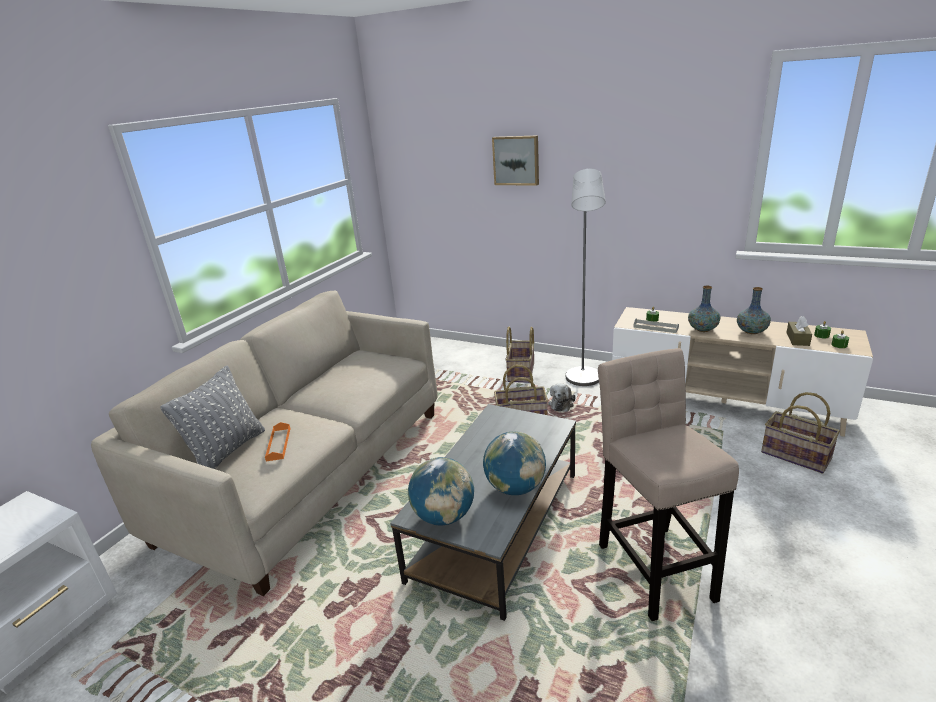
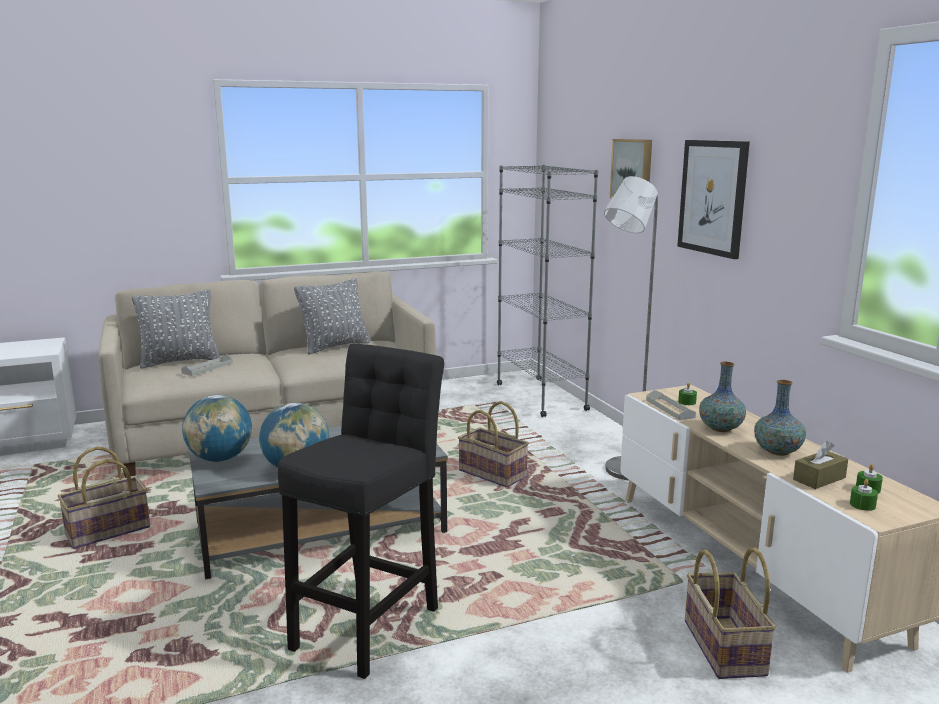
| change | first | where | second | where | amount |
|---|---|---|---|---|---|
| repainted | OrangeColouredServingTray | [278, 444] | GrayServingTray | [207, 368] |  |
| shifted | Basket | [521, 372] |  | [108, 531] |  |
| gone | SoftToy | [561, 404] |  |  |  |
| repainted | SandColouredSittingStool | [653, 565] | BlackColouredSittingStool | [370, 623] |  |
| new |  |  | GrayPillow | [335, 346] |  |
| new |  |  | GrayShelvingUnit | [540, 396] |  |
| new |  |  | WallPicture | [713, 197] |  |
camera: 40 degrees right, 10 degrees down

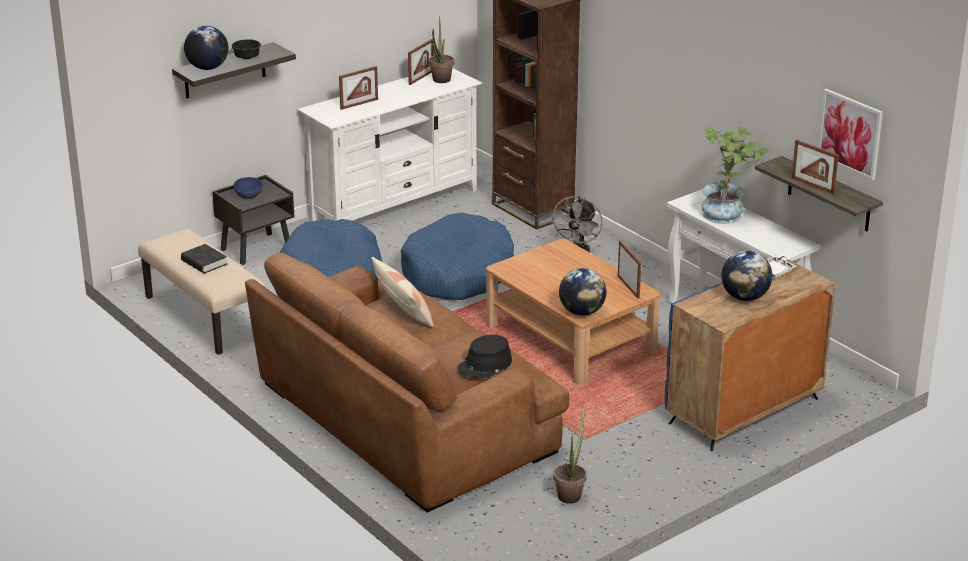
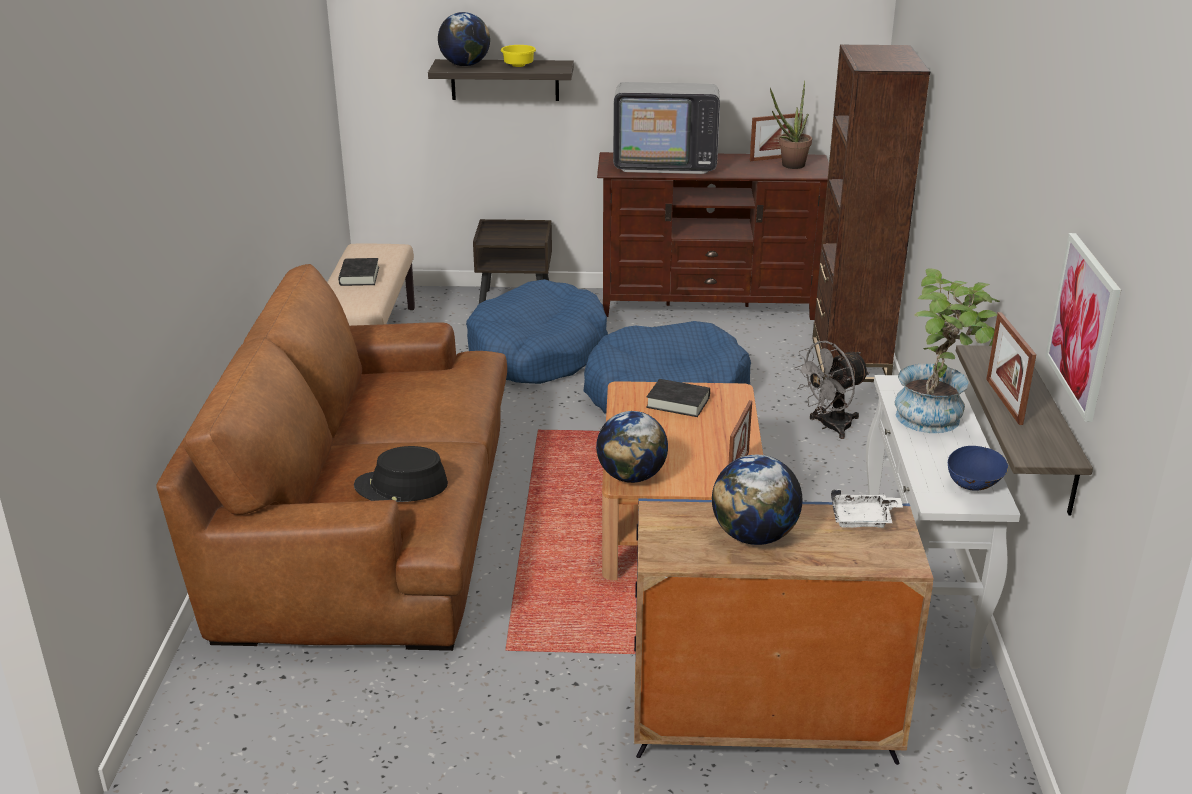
| change | first | where | second | where | amount |
|---|---|---|---|---|---|
| repainted | BlackColouredDeepDish | [247, 58] | YellowColouredDeepDish | [518, 66] |  |
| shifted | BluishDeepDish | [249, 196] |  | [974, 484] |  |
| repainted | WhiteTvStand | [394, 205] | BrownTvStand | [708, 305] |  |
| swapped | PictureFrame | [359, 104] | TvSet | [665, 163] |  |
| gone | Pillow | [402, 310] |  |  |  |
| gone | Houseplant | [571, 493] |  |  |  |
| new |  |  | BlackColouredBoundBook | [678, 402] |  |
camera: 40 degrees right, 0 degrees up

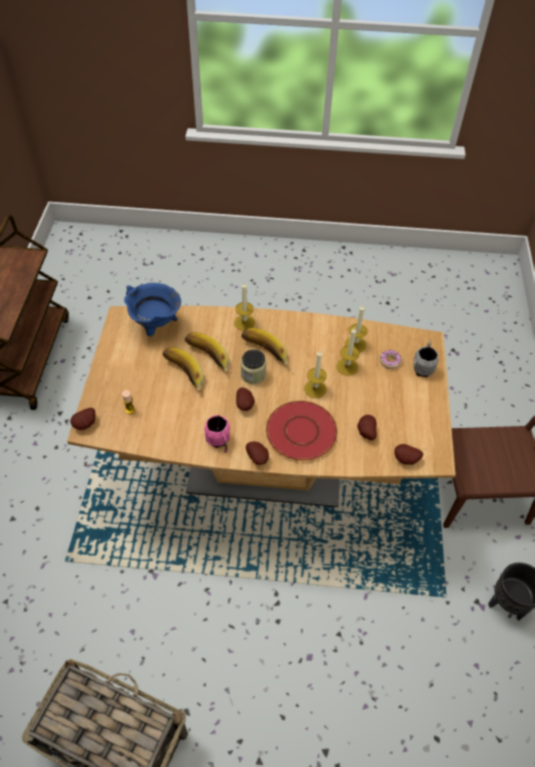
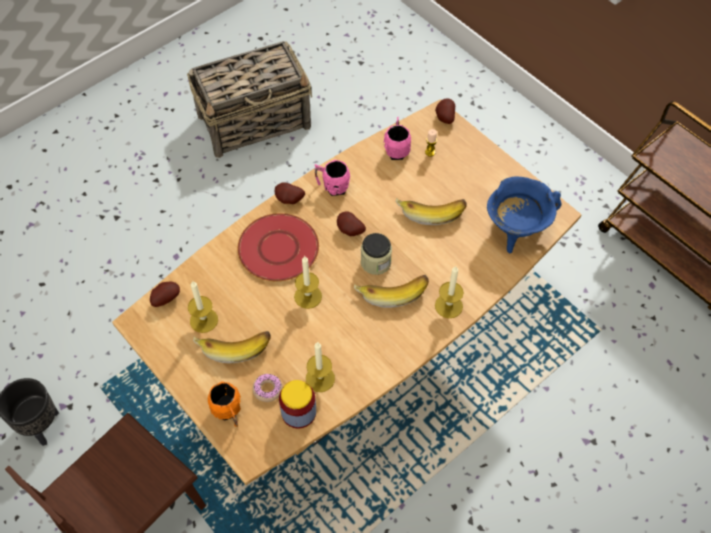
| change | first | where | second | where | amount |
|---|---|---|---|---|---|
| shifted | WholeBanana | [206, 358] |  | [234, 345] |  |
| shifted | WaxCandle | [347, 366] |  | [204, 320] |  |
| gone | WholePotato | [365, 432] |  |  |  |
| repainted | GrayCoffeeMug | [423, 367] | OrangeColouredCoffeeMug | [228, 412] |  |
| new |  |  | StorageJar | [298, 412] |  |
| new |  |  | PinkColouredCoffeeMug | [397, 149] |  |
camera: 135 degrees right, 5 degrees up

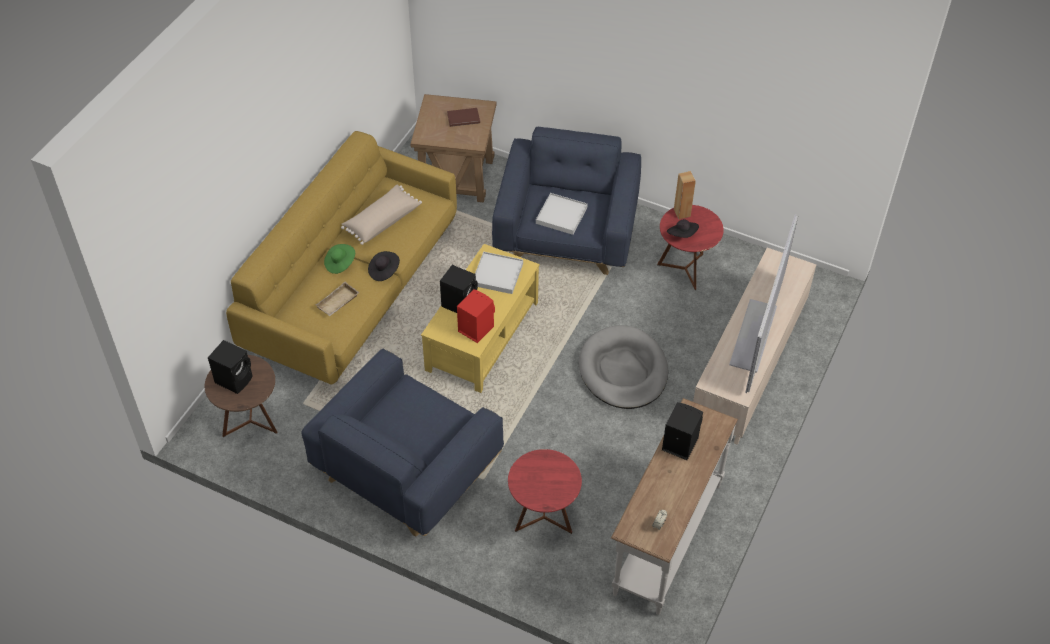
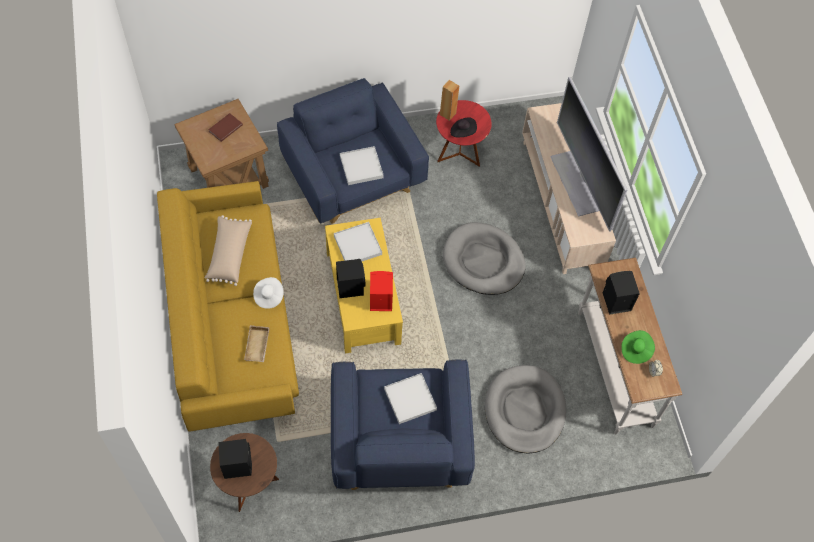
| change | first | where | second | where | amount |
|---|---|---|---|---|---|
| shifted | GreenWearableHat | [340, 264] |  | [635, 350] |  |
| repainted | BlackColouredWearableHat | [384, 271] | WhiteWearableHat | [268, 296] |  |
| swapped | RedColouredAccentTable | [543, 518] | GrayDogBed | [524, 410] |  |
| new |  |  | WhiteServingTray | [410, 399] |  |
camera: 40 degrees left, 10 degrees up

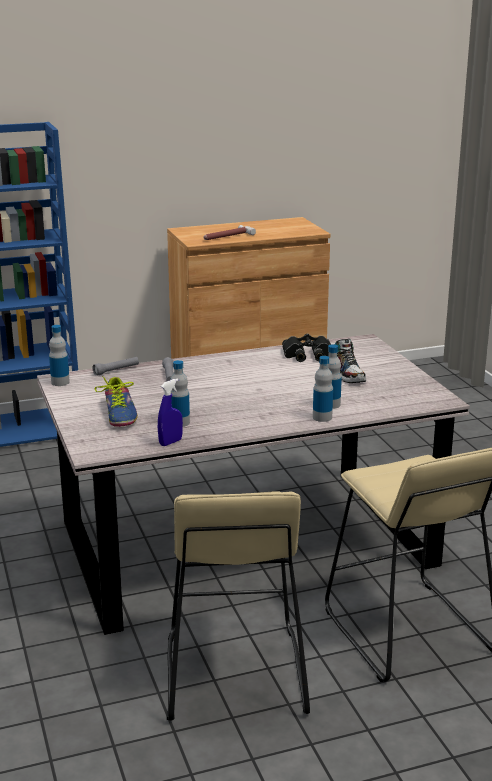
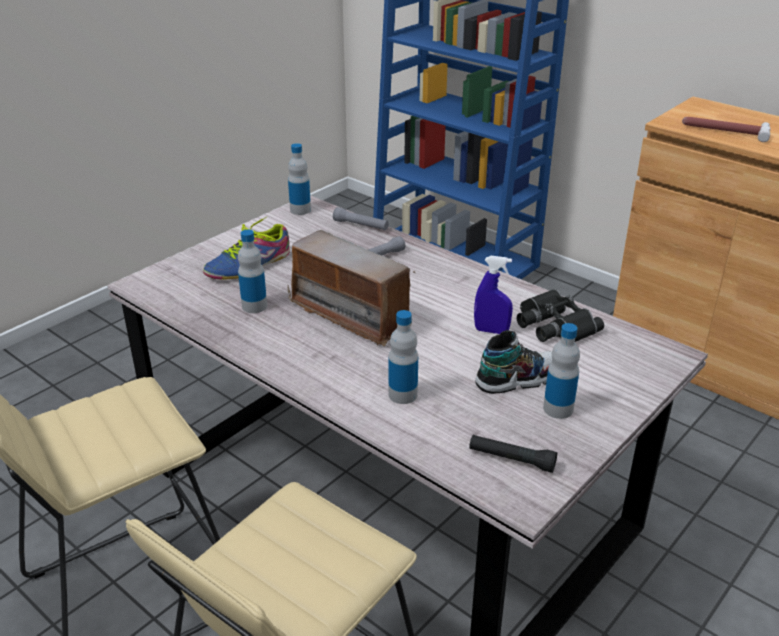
| change | first | where | second | where | amount |
|---|---|---|---|---|---|
| shifted | BluishHandSprayer | [170, 442] |  | [491, 331] |  |
| shifted | Bottle | [322, 417] |  | [558, 409] |  |
| rotated | ItemOfFootwear | [348, 375] |  | [518, 379] | 150 degrees counterclockwise |
| new |  |  | RadioReceiver | [351, 314] |  |
| new |  |  | BlackColouredHandTorch | [511, 459] |  |
camera: 60 degrees right, 10 degrees up

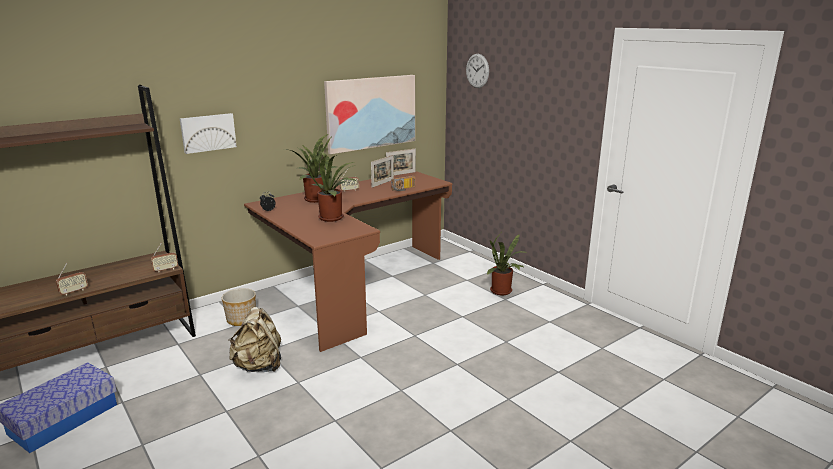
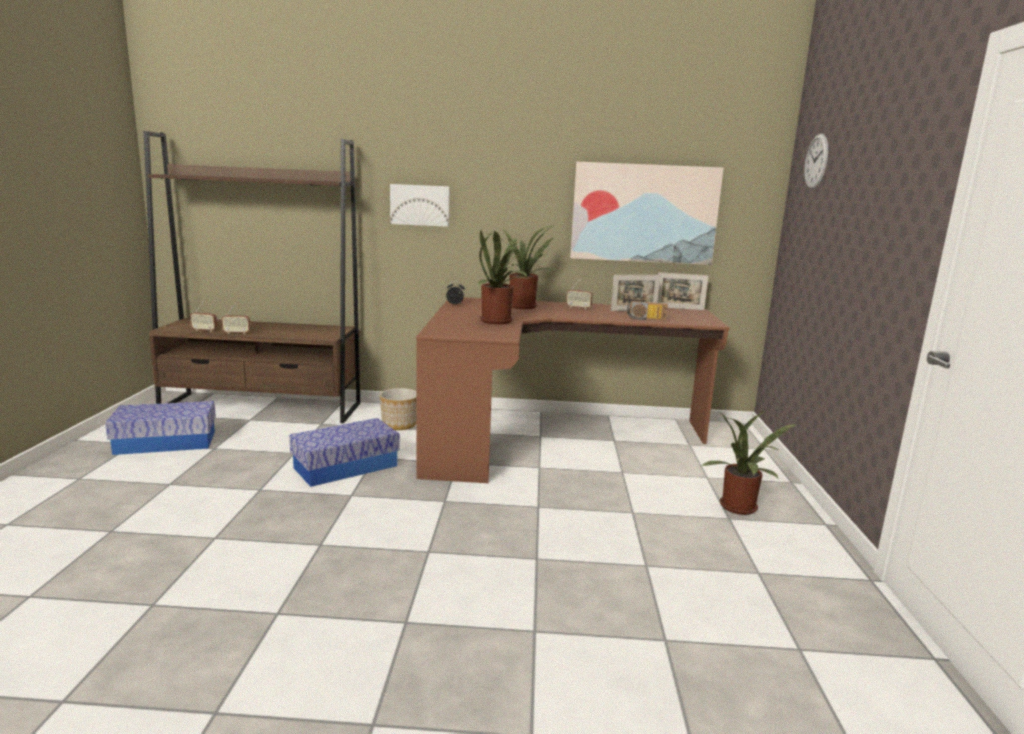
| change | first | where | second | where | amount |
|---|---|---|---|---|---|
| shifted | RadioReceiver | [165, 270] |  | [204, 330] |  |
| swapped | SandColouredKnapsack | [259, 366] | StorageBin | [345, 467] |  |
camera: 40 degrees right, 5 degrees down

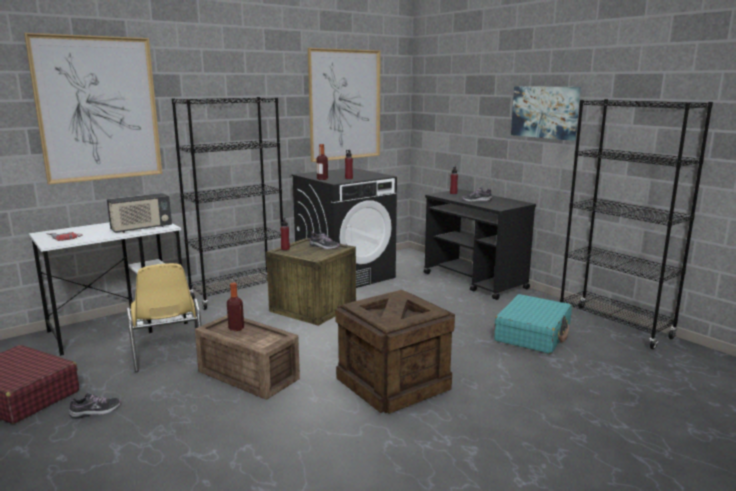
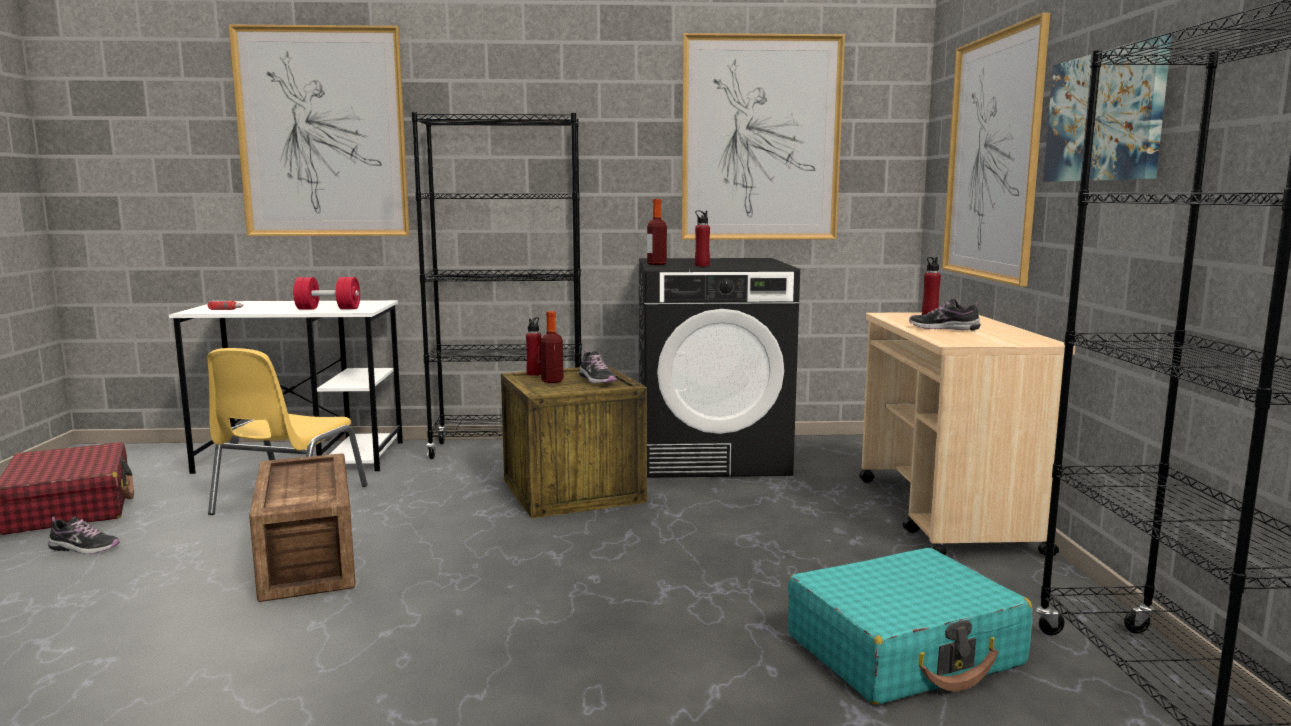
| change | first | where | second | where | amount |
|---|---|---|---|---|---|
| swapped | RadioReceiver | [141, 228] | RedColouredHandWeight | [328, 309] |  |
| shifted | Bottle | [236, 328] |  | [552, 381] |  |
| gone | Crate | [393, 384] |  |  |  |
| repainted | BlackColouredWheeledCart | [475, 281] | SandColouredWheeledCart | [946, 515] |  |
| new |  |  | WallPicture | [992, 158] |  |
camera: 35 degrees right, 5 degrees down

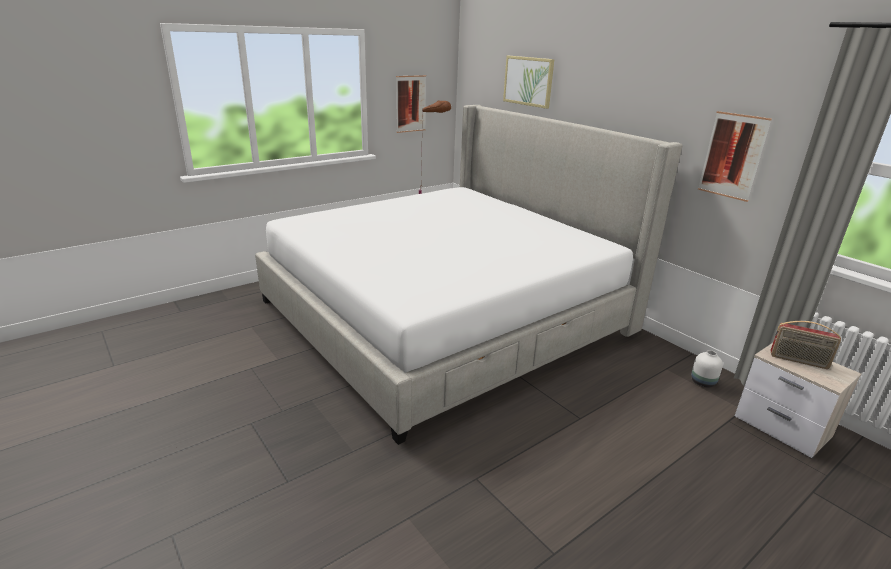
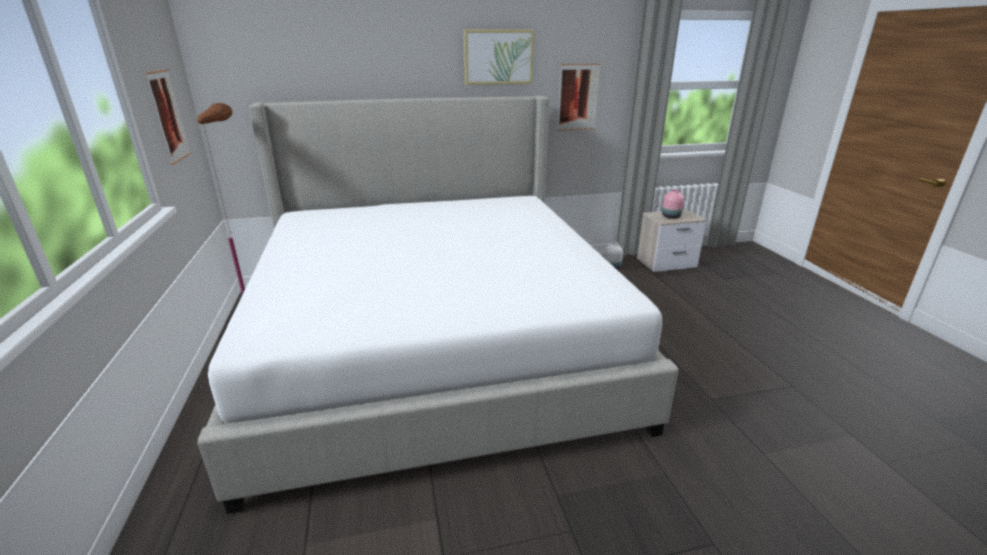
| change | first | where | second | where | amount |
|---|---|---|---|---|---|
| shifted | WallPicture | [528, 81] |  | [498, 57] |  |
| swapped | RadioReceiver | [798, 361] | PinkColouredVase | [671, 216] |  |
camera: 65 degrees left, 0 degrees up

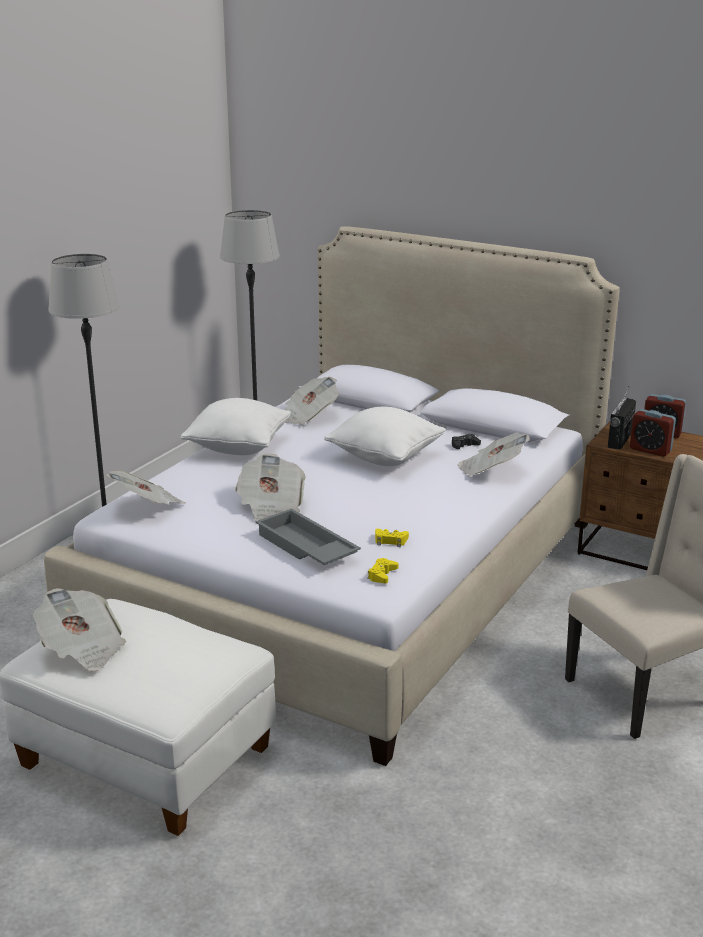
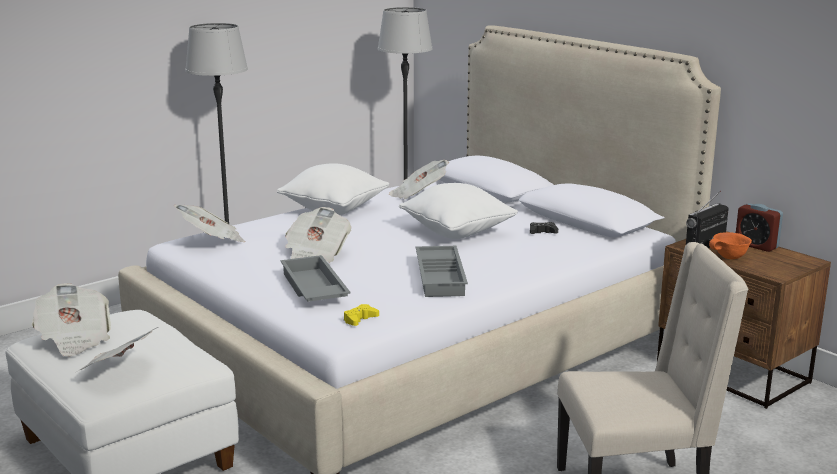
| change | first | where | second | where | amount |
|---|---|---|---|---|---|
| gone | YellowColouredJoypad | [390, 541] |  |  |  |
| shifted | PrintedPaper | [491, 471] |  | [118, 370] |  |
| swapped | TableClock | [650, 450] | OrangeColouredDeepDish | [729, 258] |  |
| new |  |  | GrayServingTray | [442, 277] |  |
camera: 20 degrees right, 5 degrees down

